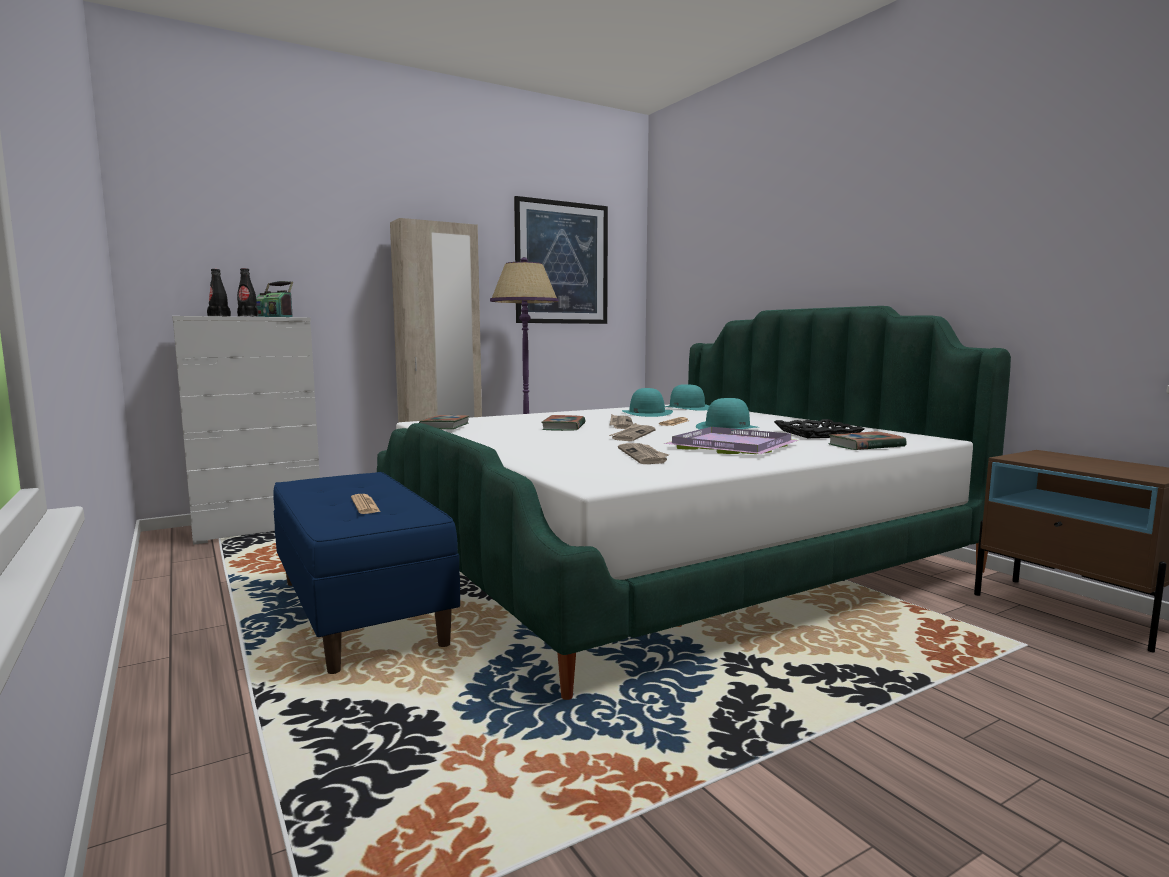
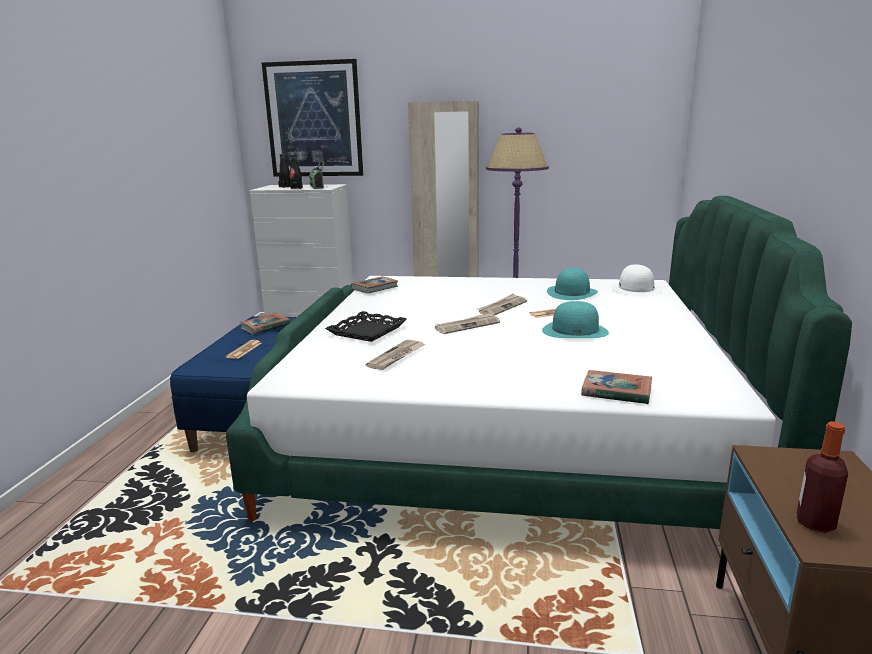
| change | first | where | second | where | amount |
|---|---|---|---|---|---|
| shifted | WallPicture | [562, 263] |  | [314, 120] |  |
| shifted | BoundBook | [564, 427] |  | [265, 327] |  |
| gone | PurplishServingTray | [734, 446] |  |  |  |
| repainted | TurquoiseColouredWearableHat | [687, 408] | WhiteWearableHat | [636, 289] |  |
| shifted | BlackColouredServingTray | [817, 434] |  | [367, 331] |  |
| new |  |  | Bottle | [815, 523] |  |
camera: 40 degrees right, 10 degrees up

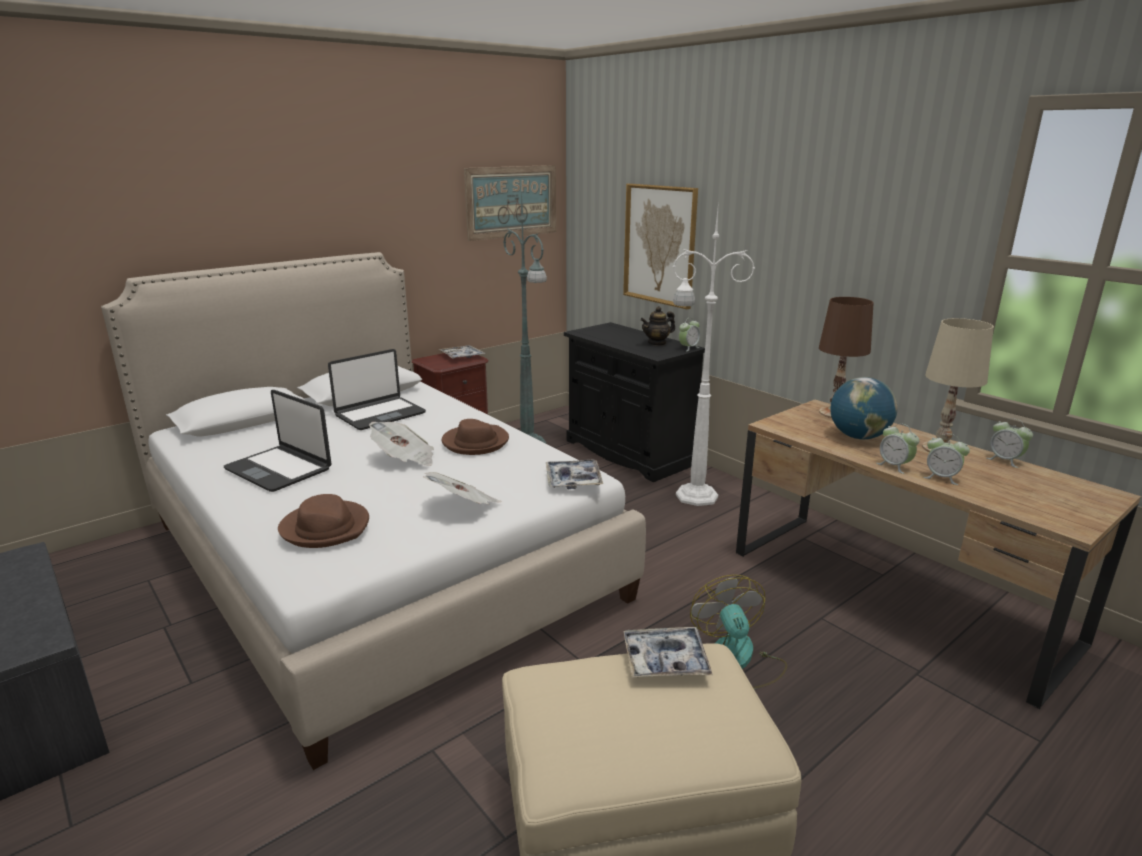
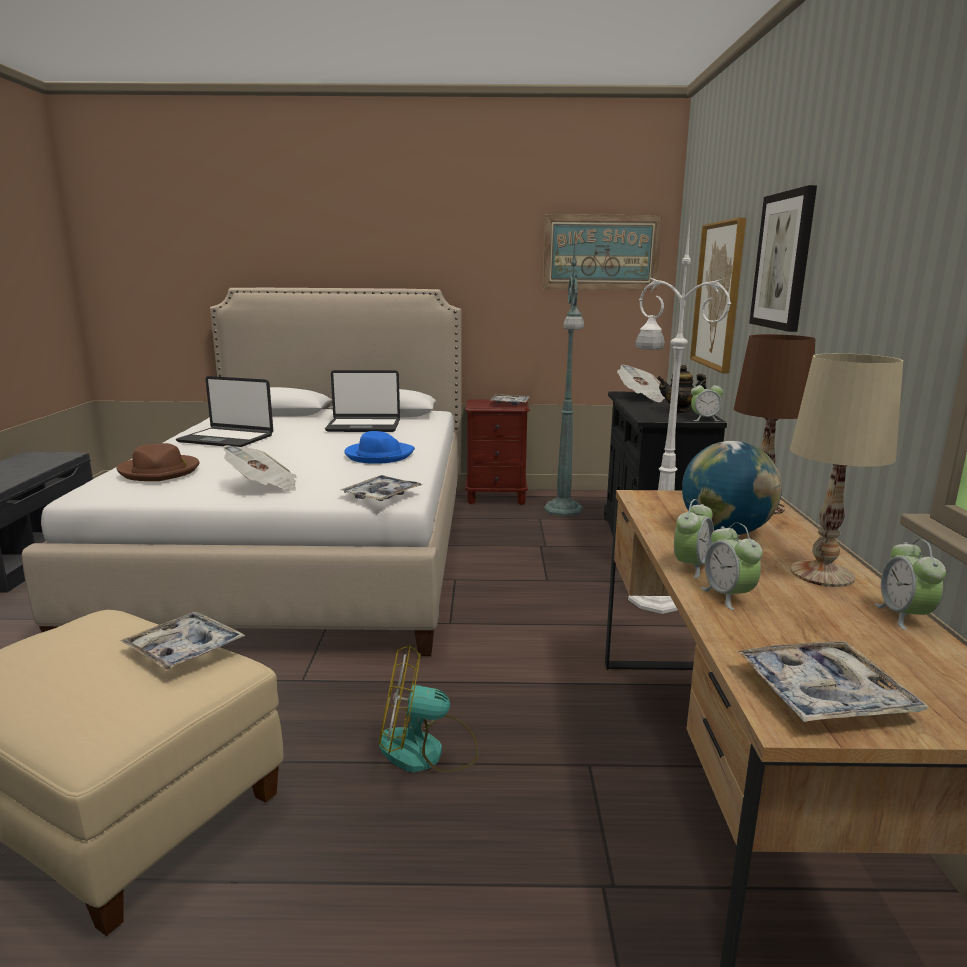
| change | first | where | second | where | amount |
|---|---|---|---|---|---|
| rotated | PortableComputer | [279, 469] |  | [226, 439] | 60 degrees counterclockwise |
| shifted | PrintedPaper | [405, 459] |  | [642, 398] |  |
| repainted | BrownWearableHat | [475, 442] | BluishWearableHat | [379, 455] |  |
| rotated | CoolingFan | [738, 660] |  | [426, 751] | 120 degrees counterclockwise |
| rotated | TableClock | [894, 466] |  | [691, 567] | 150 degrees counterclockwise |
| new |  |  | ServingTray | [823, 694] |  |
| new |  |  | WallPicture | [783, 261] |  |
camera: 40 degrees right, 5 degrees down

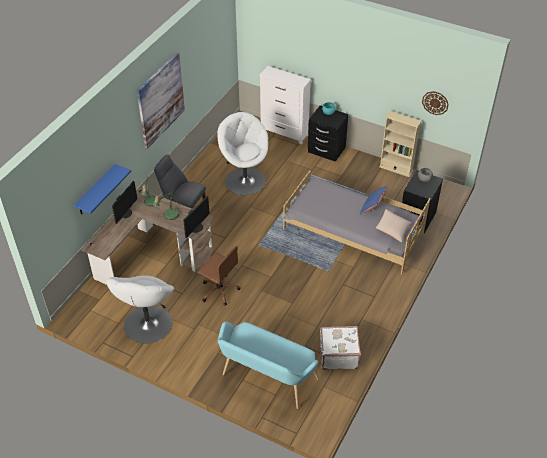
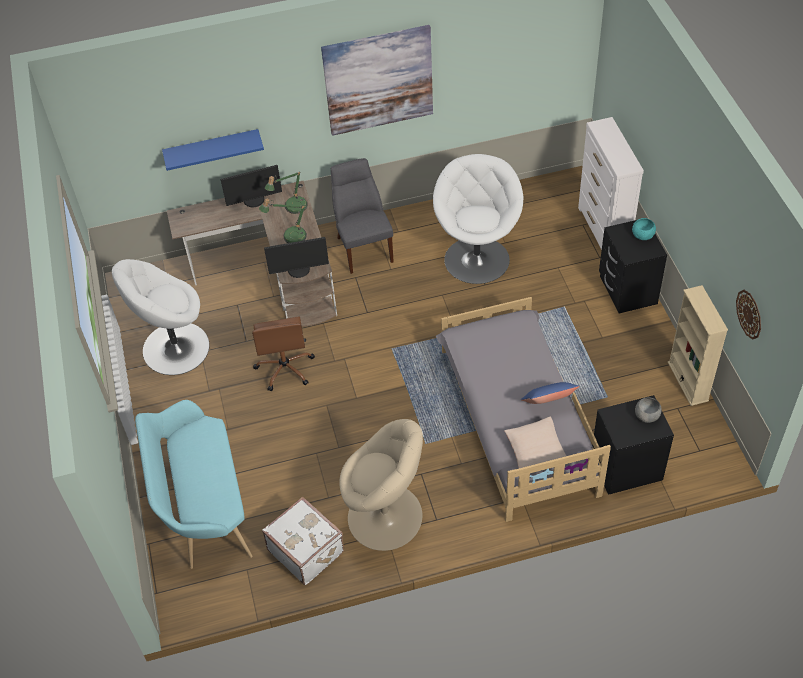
| change | first | where | second | where | amount |
|---|---|---|---|---|---|
| new |  |  | SandColouredLoungeChair | [386, 517] |  |
camera: 50 degrees right, 5 degrees up

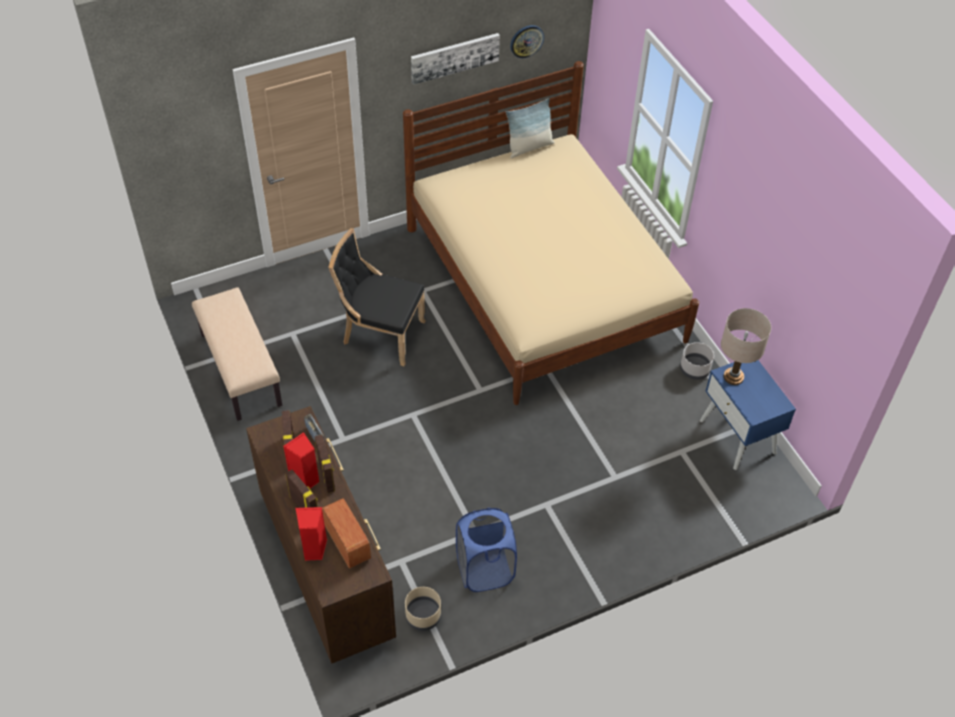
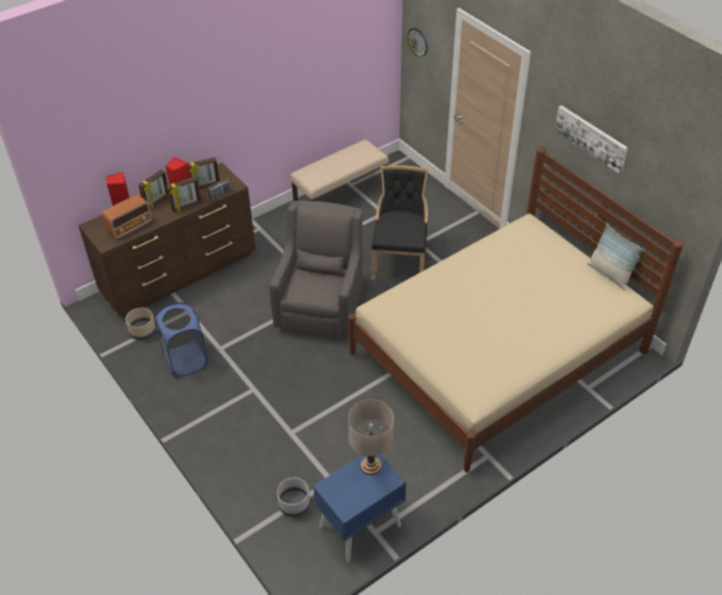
| change | first | where | second | where | amount |
|---|---|---|---|---|---|
| shifted | ClockOnTheWall | [526, 41] |  | [418, 42] |  |
| shifted | GrayPlantPot | [694, 370] |  | [294, 504] |  |
| new |  |  | GrayLoungeChair | [321, 307] |  |
camera: 80 degrees right, 5 degrees down

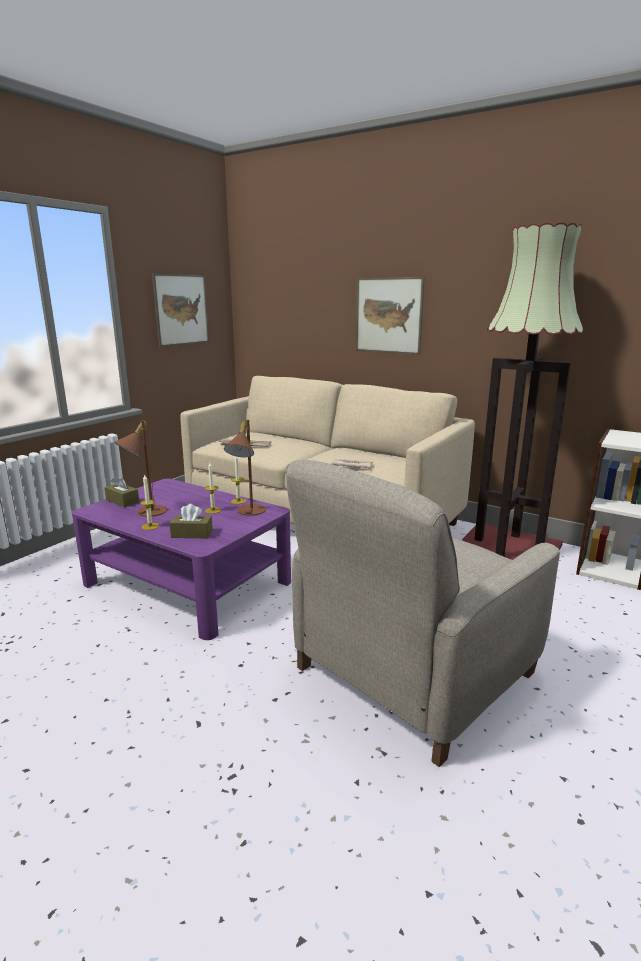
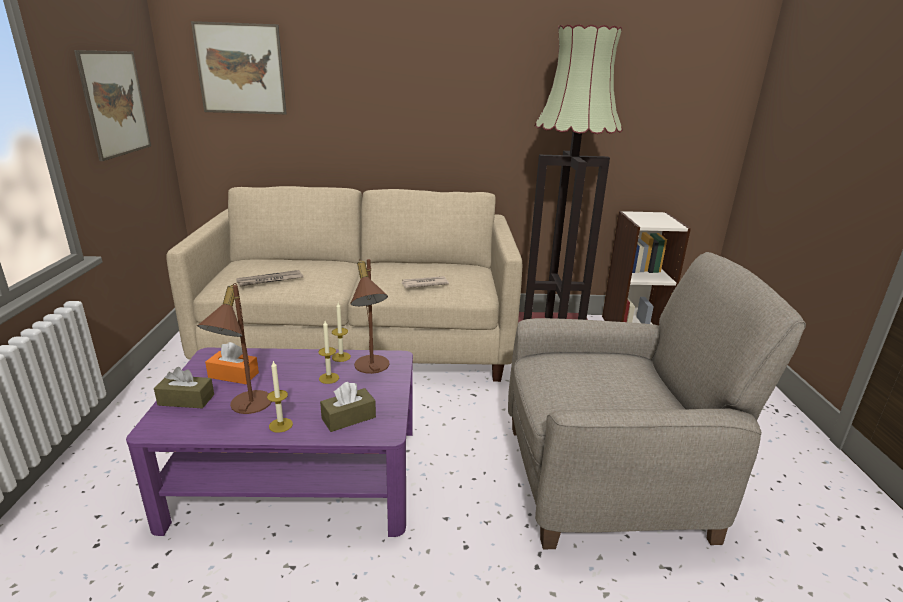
| change | first | where | second | where | amount |
|---|---|---|---|---|---|
| rotated | SandColouredLoungeChair | [411, 672] |  | [607, 480] | 105 degrees counterclockwise |
| shifted | WallPicture | [388, 315] |  | [240, 69] |  |
| new |  |  | OrangeColouredTissueHolder | [233, 375] |  |
camera: 35 degrees left, 5 degrees up

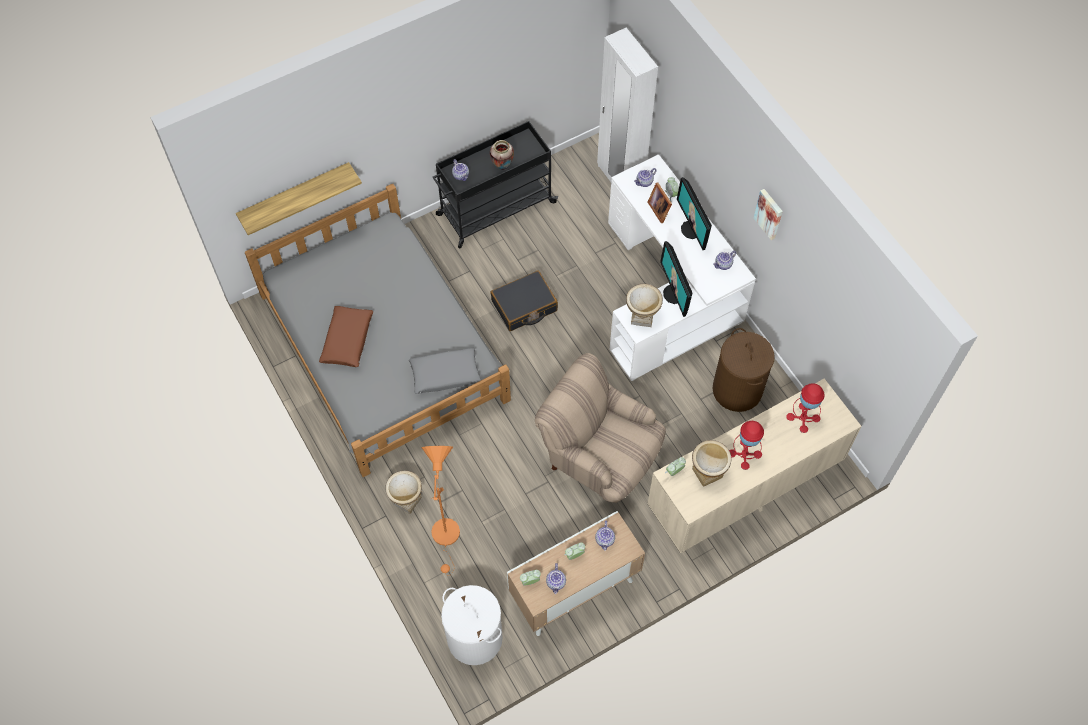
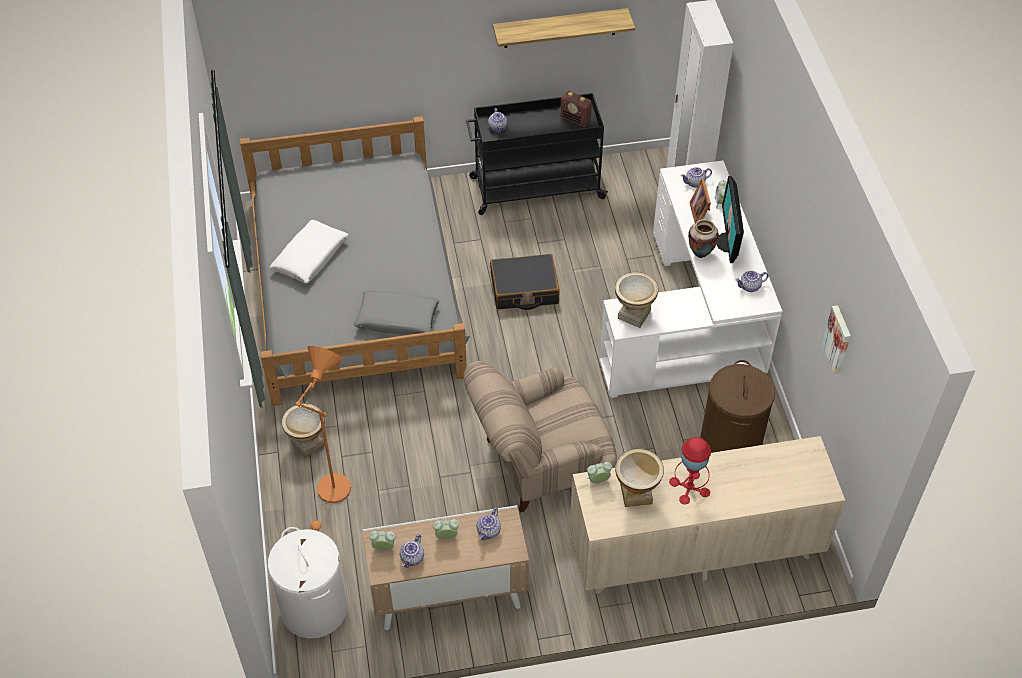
| change | first | where | second | where | amount |
|---|---|---|---|---|---|
| shifted | Shelf | [295, 195] |  | [560, 28] |  |
| repainted | BrownPillow | [347, 340] | WhitePillow | [310, 257] |  |
| shifted | Vase | [502, 167] |  | [700, 254] |  |
| rotated | SandColouredLoungeChair | [599, 456] |  | [540, 464] | 75 degrees counterclockwise |
| gone | ComputerDisplay | [674, 294] |  |  |  |
| shifted | WallPicture | [769, 213] |  | [838, 339] |  |
| gone | RedColouredTableLamp | [803, 417] |  |  |  |
| new |  |  | RadioReceiver | [575, 120] |  |
camera: 20 degrees right, 10 degrees down

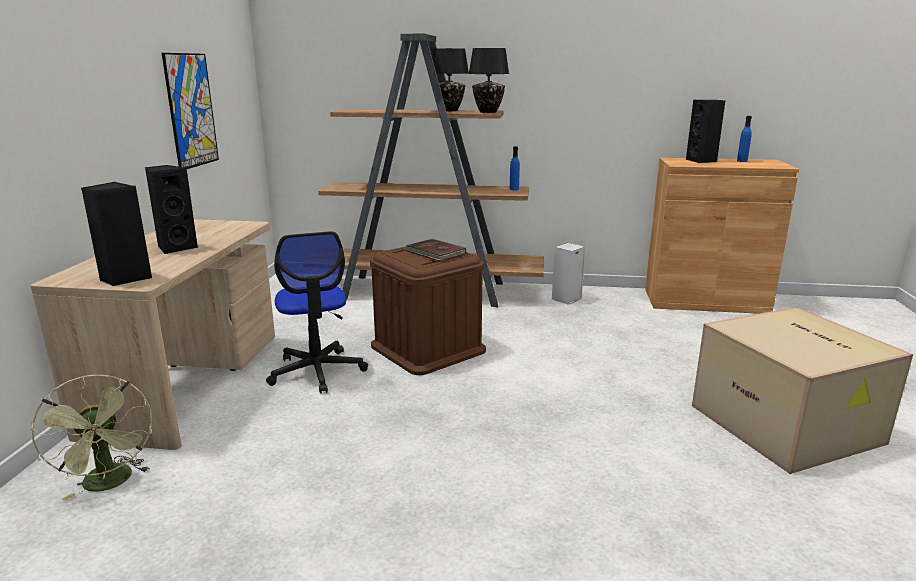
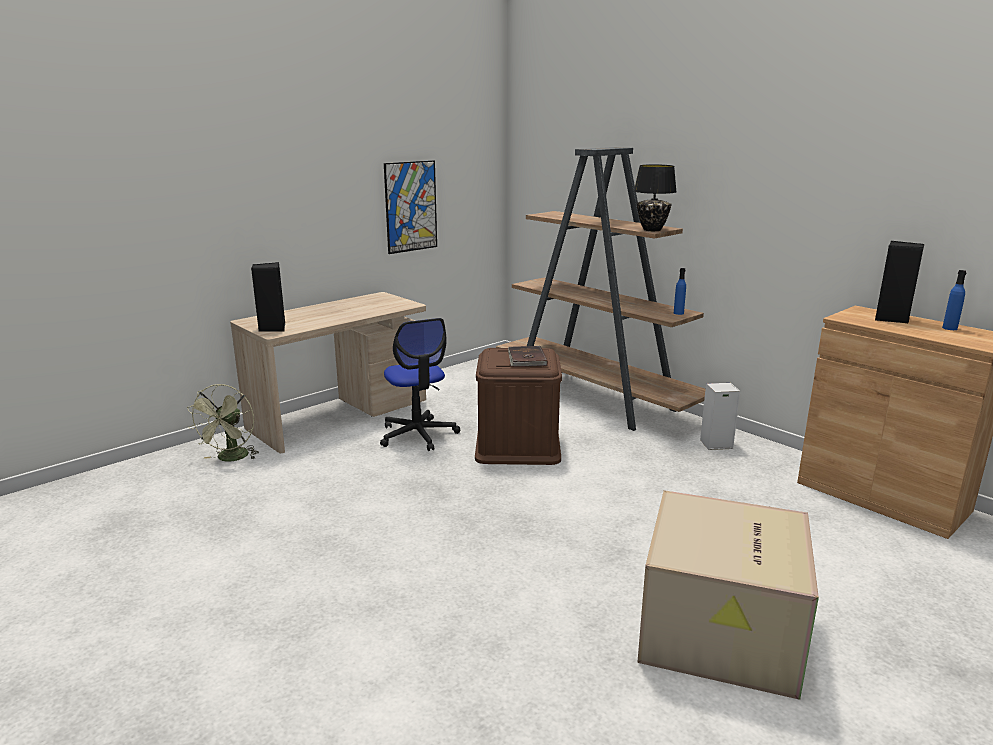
| change | first | where | second | where | amount |
|---|---|---|---|---|---|
| gone | BlackColouredLoudspeaker | [176, 248] |  |  |  |
| rotated | OfficeChair | [317, 371] |  | [418, 435] | 45 degrees counterclockwise |
| gone | BlackColouredTableLamp | [449, 110] |  |  |  |
camera: 40 degrees right, 0 degrees up

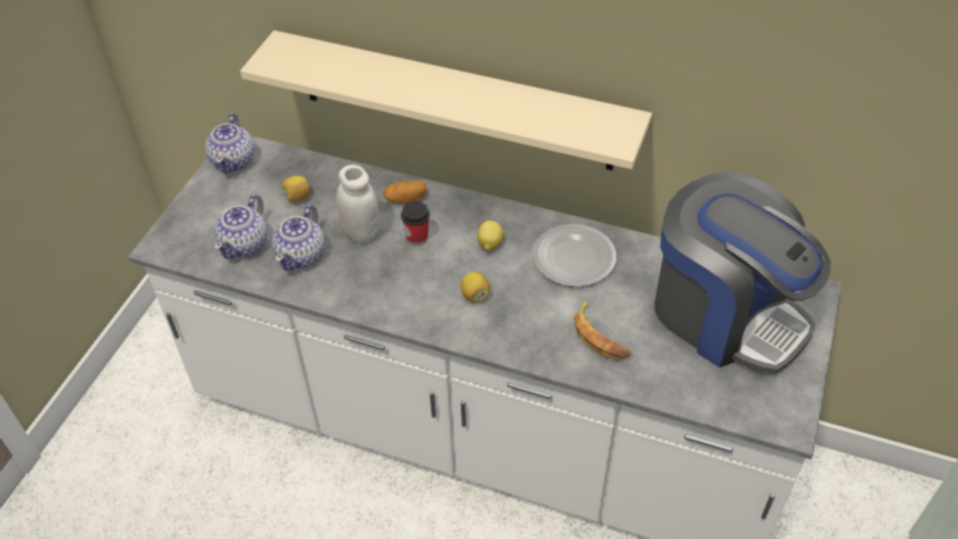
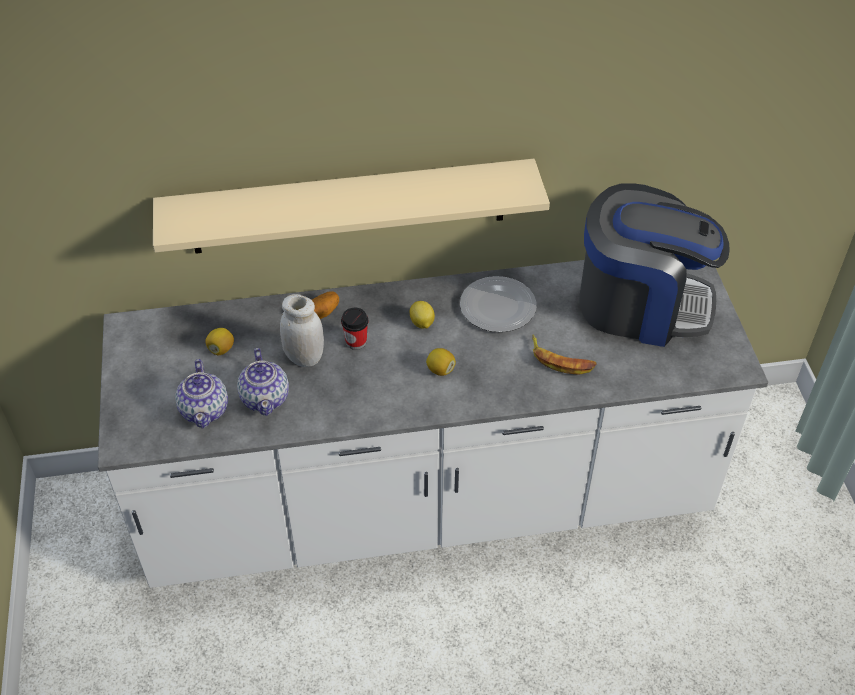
| change | first | where | second | where | amount |
|---|---|---|---|---|---|
| gone | PotForTea | [234, 161] |  |  |  |
camera: 30 degrees left, 0 degrees up

